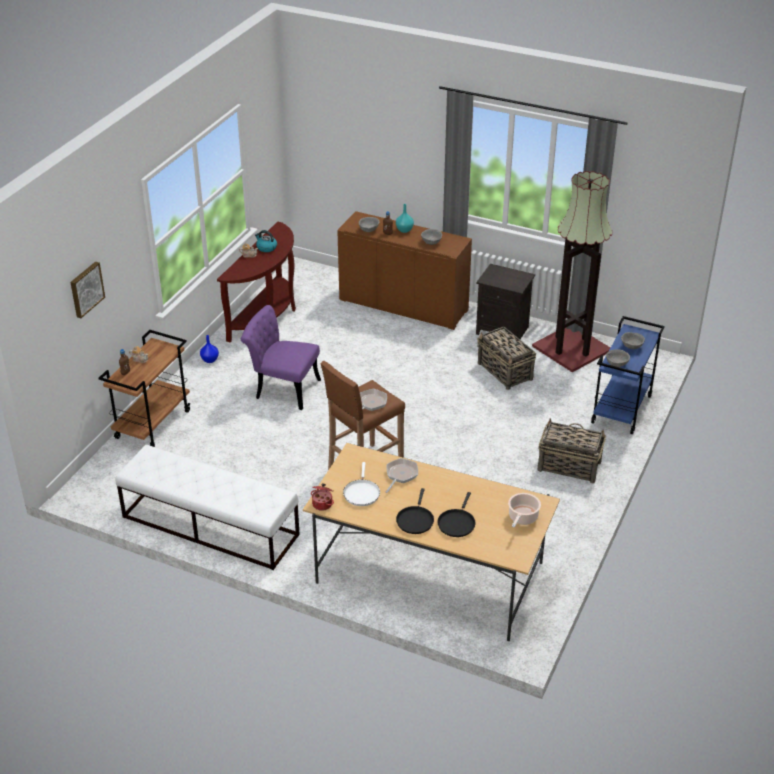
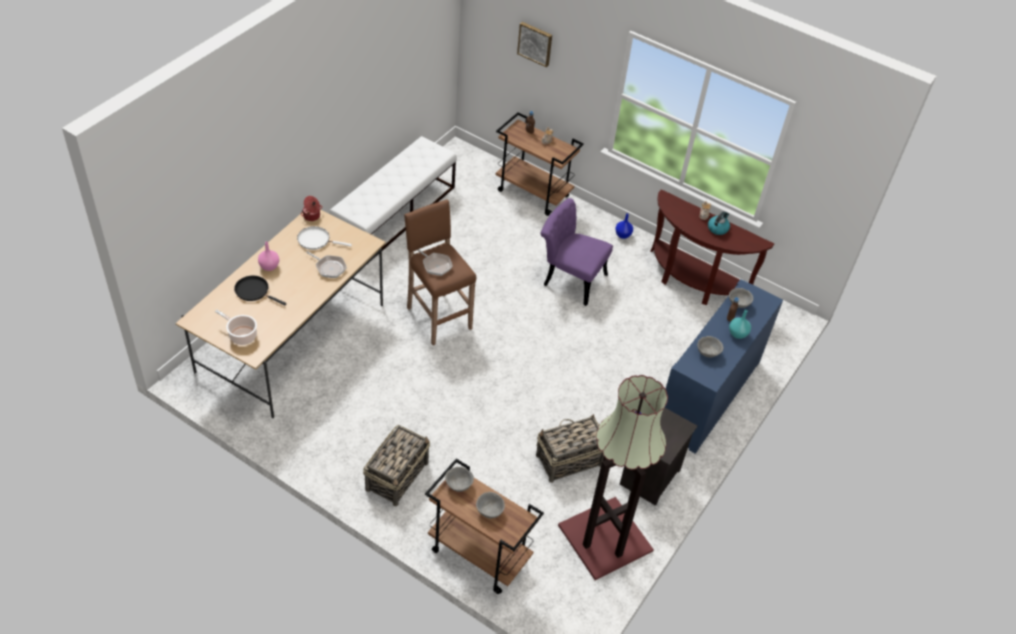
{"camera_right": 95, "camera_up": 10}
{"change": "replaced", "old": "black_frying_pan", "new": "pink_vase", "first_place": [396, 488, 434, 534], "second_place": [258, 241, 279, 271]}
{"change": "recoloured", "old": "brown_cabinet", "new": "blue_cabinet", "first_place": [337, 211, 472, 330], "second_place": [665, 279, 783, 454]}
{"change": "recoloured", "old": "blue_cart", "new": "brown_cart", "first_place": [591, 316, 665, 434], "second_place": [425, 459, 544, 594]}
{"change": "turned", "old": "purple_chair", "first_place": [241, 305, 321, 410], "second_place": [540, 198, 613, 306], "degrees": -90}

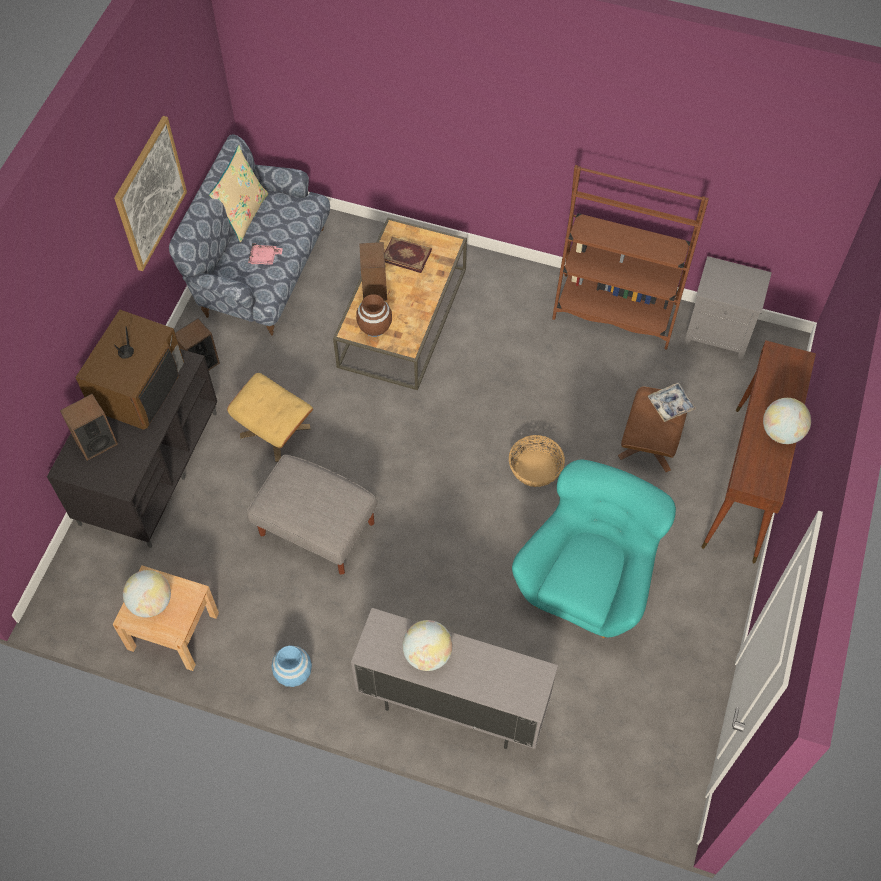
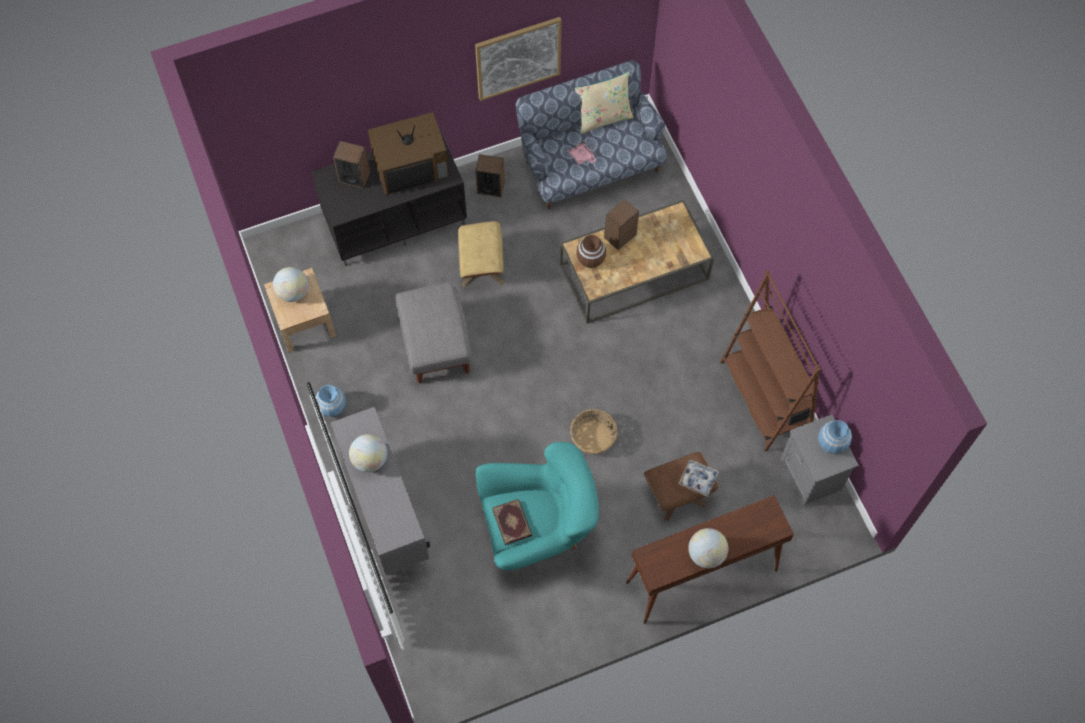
{"camera_right": 50, "camera_up": 5}
{"change": "added", "new": "blue_vase", "second_place": [818, 420, 852, 454]}
{"change": "moved", "old": "book", "first_place": [384, 237, 432, 273], "second_place": [492, 499, 532, 545]}

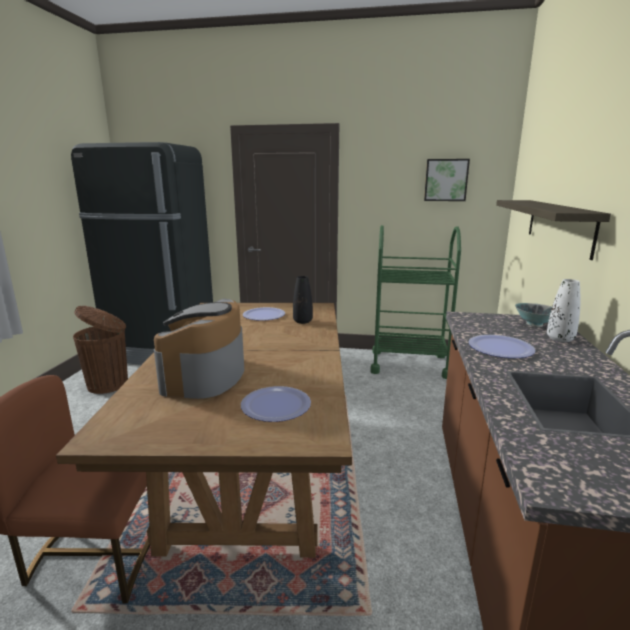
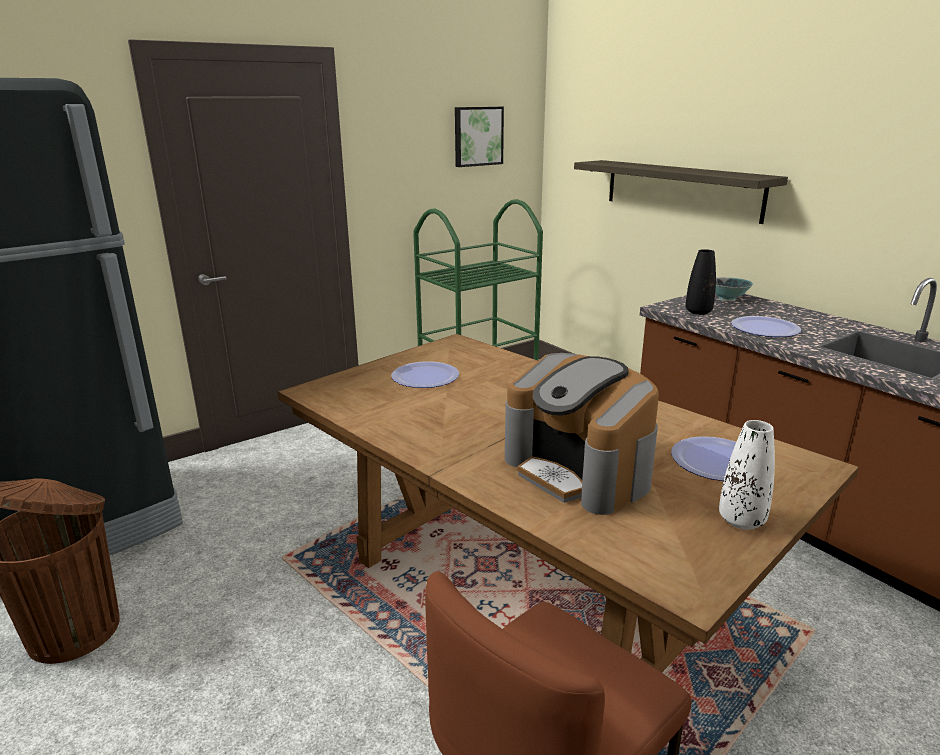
{"camera_right": -45, "camera_up": 5}
{"change": "moved", "old": "black_vase", "first_place": [293, 276, 313, 324], "second_place": [685, 249, 716, 315]}
{"change": "moved", "old": "white_vase", "first_place": [547, 279, 580, 342], "second_place": [719, 420, 775, 530]}

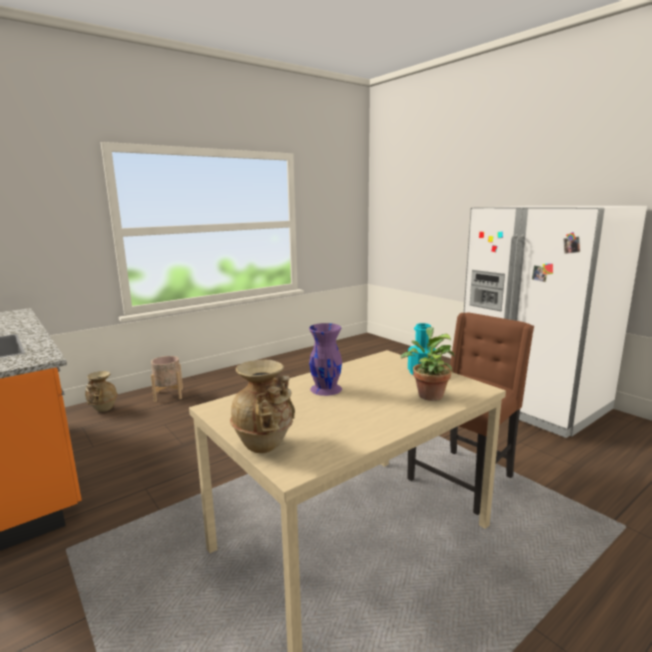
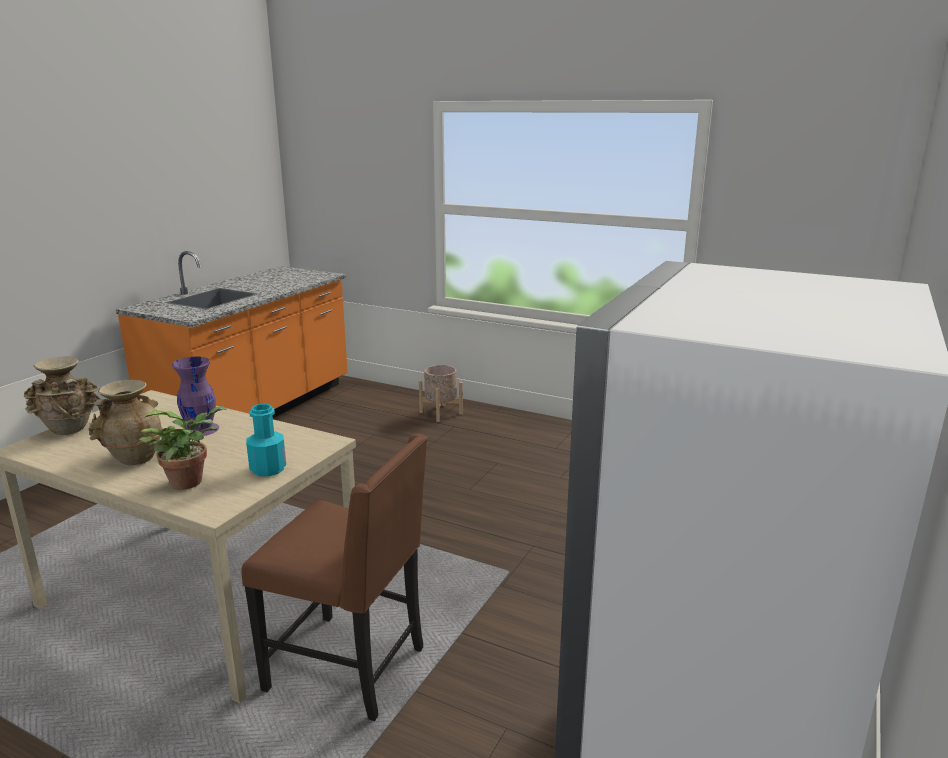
{"camera_right": 65, "camera_up": 5}
{"change": "moved", "old": "beige_vase", "first_place": [85, 371, 118, 412], "second_place": [89, 380, 163, 465]}

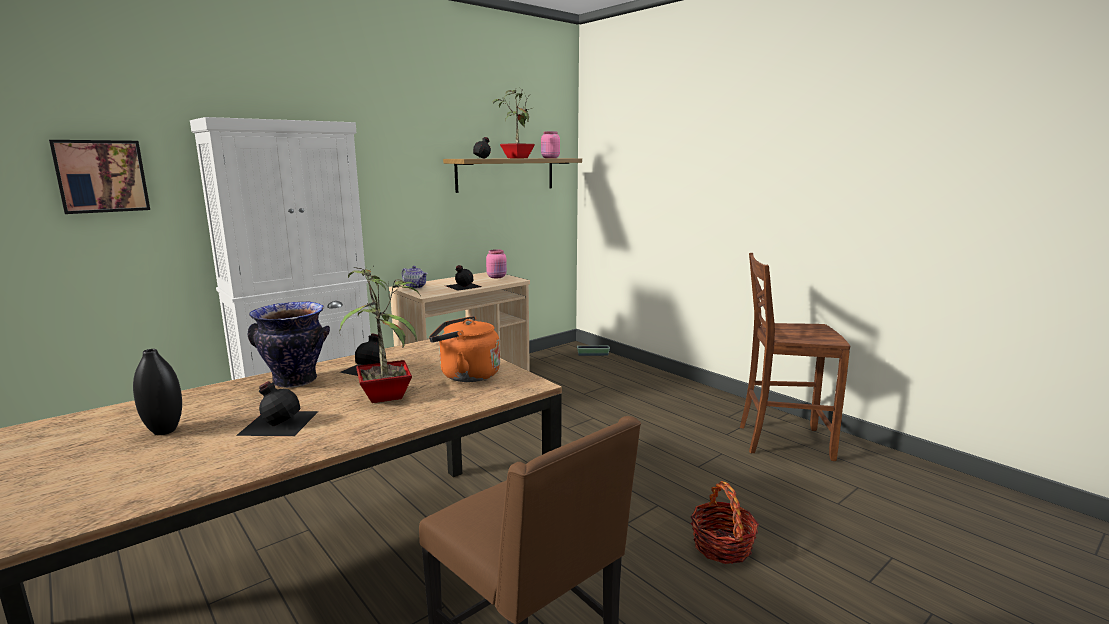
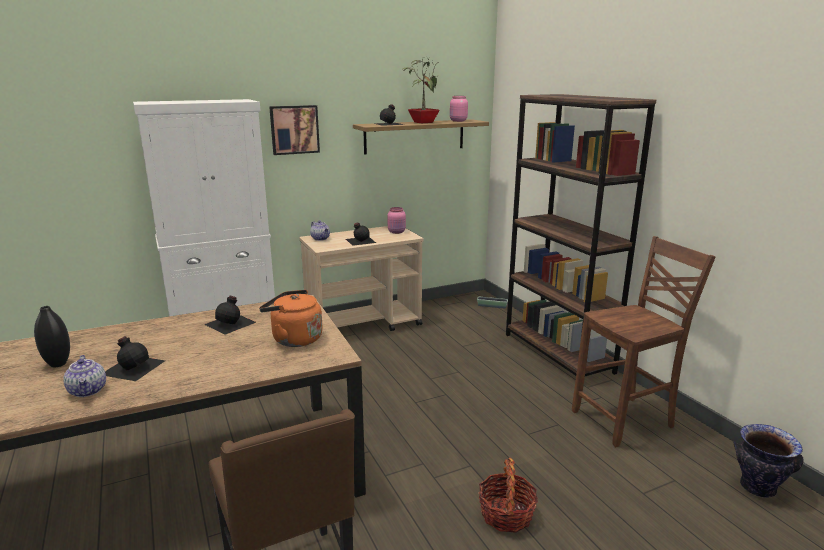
{"camera_right": 15, "camera_up": 5}
{"change": "removed", "old": "potted_plant", "first_place": [340, 267, 421, 403]}
{"change": "added", "new": "teapot", "second_place": [63, 355, 106, 397]}
{"change": "added", "new": "brown_bookcase", "second_place": [506, 94, 656, 376]}
{"change": "moved", "old": "picture", "first_place": [49, 140, 150, 214], "second_place": [269, 105, 320, 155]}
{"change": "moved", "old": "vase", "first_place": [248, 302, 330, 388], "second_place": [733, 424, 804, 498]}
{"change": "turned", "old": "brown_chair", "first_place": [740, 253, 850, 461], "second_place": [572, 236, 715, 447], "degrees": 135}

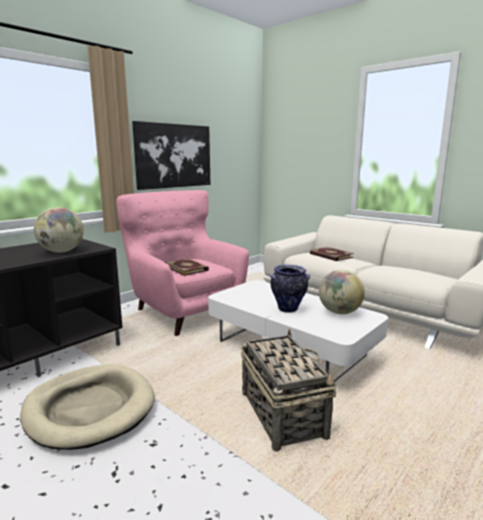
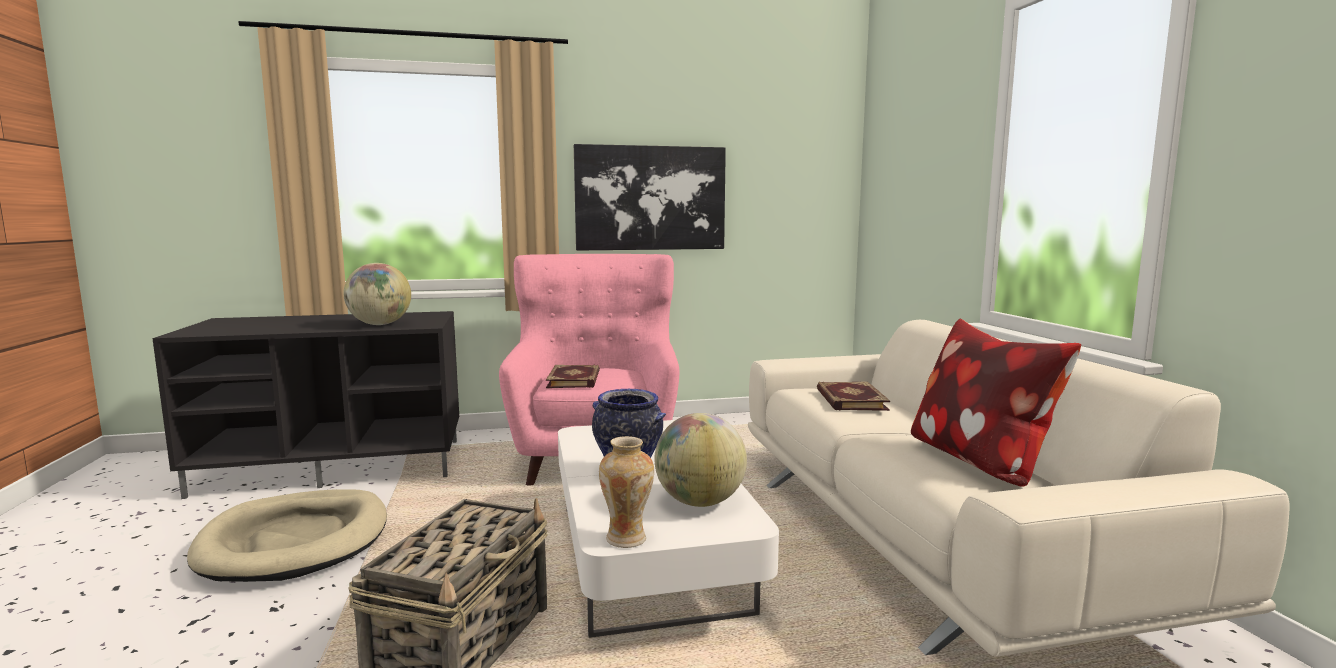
{"camera_right": 35, "camera_up": -5}
{"change": "added", "new": "vase", "second_place": [599, 436, 654, 548]}
{"change": "added", "new": "pillow", "second_place": [911, 319, 1081, 487]}

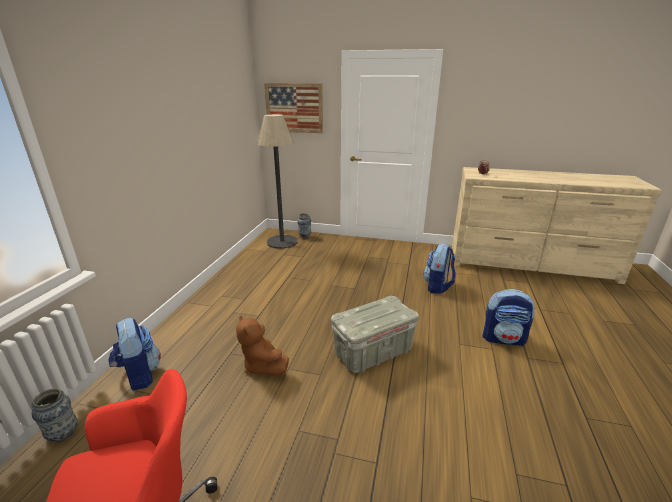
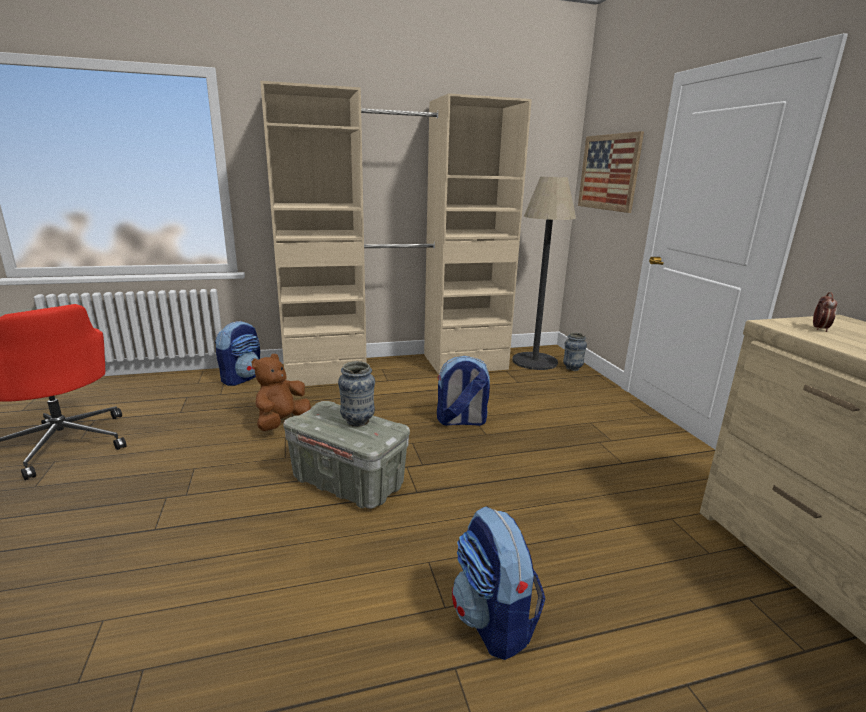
{"camera_right": 60, "camera_up": -5}
{"change": "added", "new": "beige_wardrobe", "second_place": [260, 81, 532, 386]}
{"change": "moved", "old": "vase", "first_place": [31, 388, 77, 442], "second_place": [338, 361, 375, 427]}
{"change": "moved", "old": "backpack", "first_place": [423, 244, 455, 294], "second_place": [437, 356, 490, 426]}

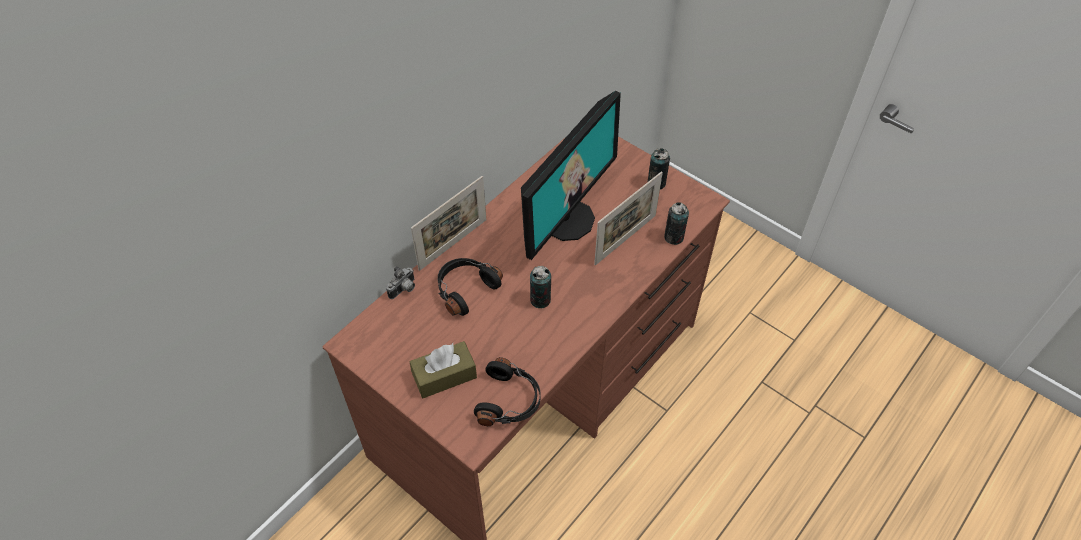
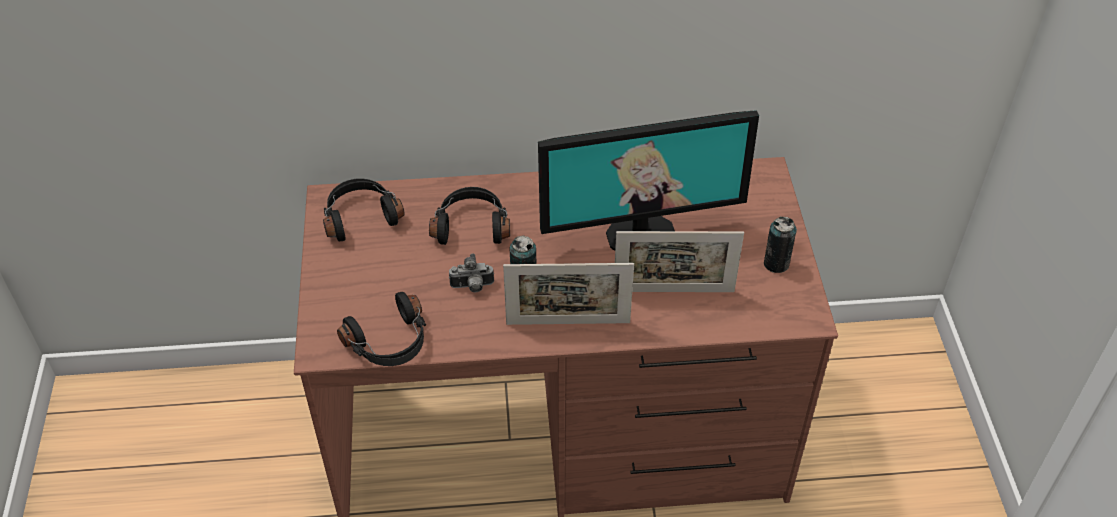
{"camera_right": 45, "camera_up": -5}
{"change": "removed", "old": "brown_tissue_box", "first_place": [410, 341, 477, 398]}
{"change": "removed", "old": "can", "first_place": [664, 202, 689, 245]}
{"change": "added", "new": "black_headphones", "second_place": [323, 178, 405, 241]}
{"change": "moved", "old": "photo_camera", "first_place": [386, 266, 415, 299], "second_place": [449, 254, 494, 292]}
{"change": "moved", "old": "picture_frame", "first_place": [411, 176, 486, 271], "second_place": [503, 263, 634, 325]}

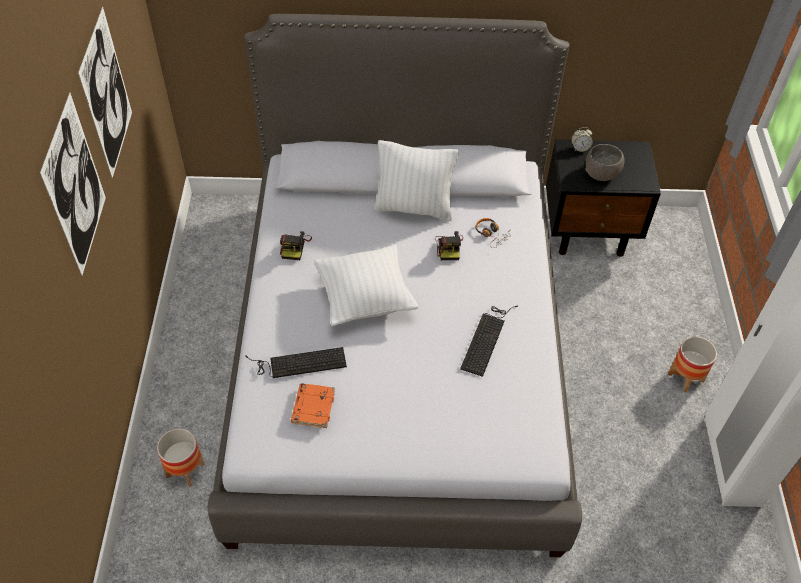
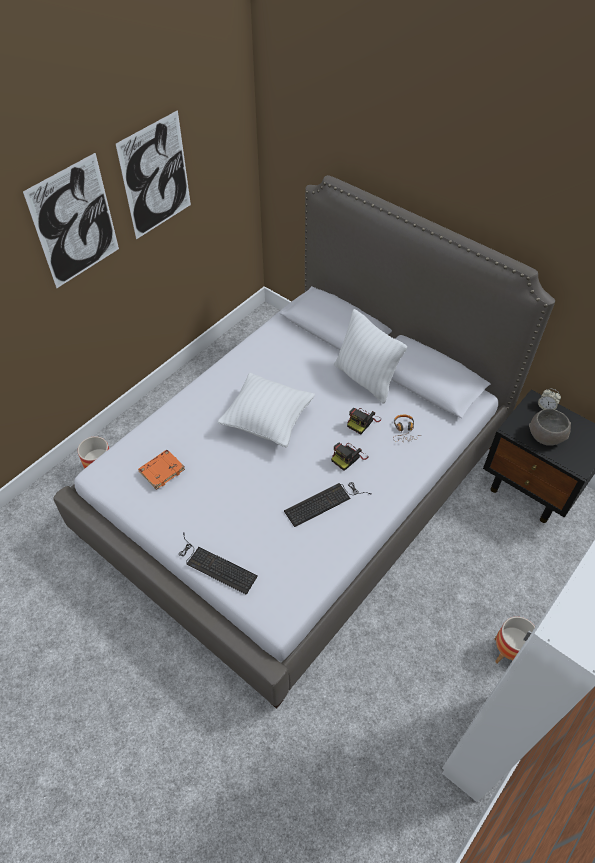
{"camera_right": 40, "camera_up": 0}
{"change": "moved", "old": "keyboard", "first_place": [246, 347, 347, 378], "second_place": [179, 532, 258, 595]}
{"change": "moved", "old": "photo_camera", "first_place": [280, 231, 312, 260], "second_place": [331, 443, 368, 471]}

